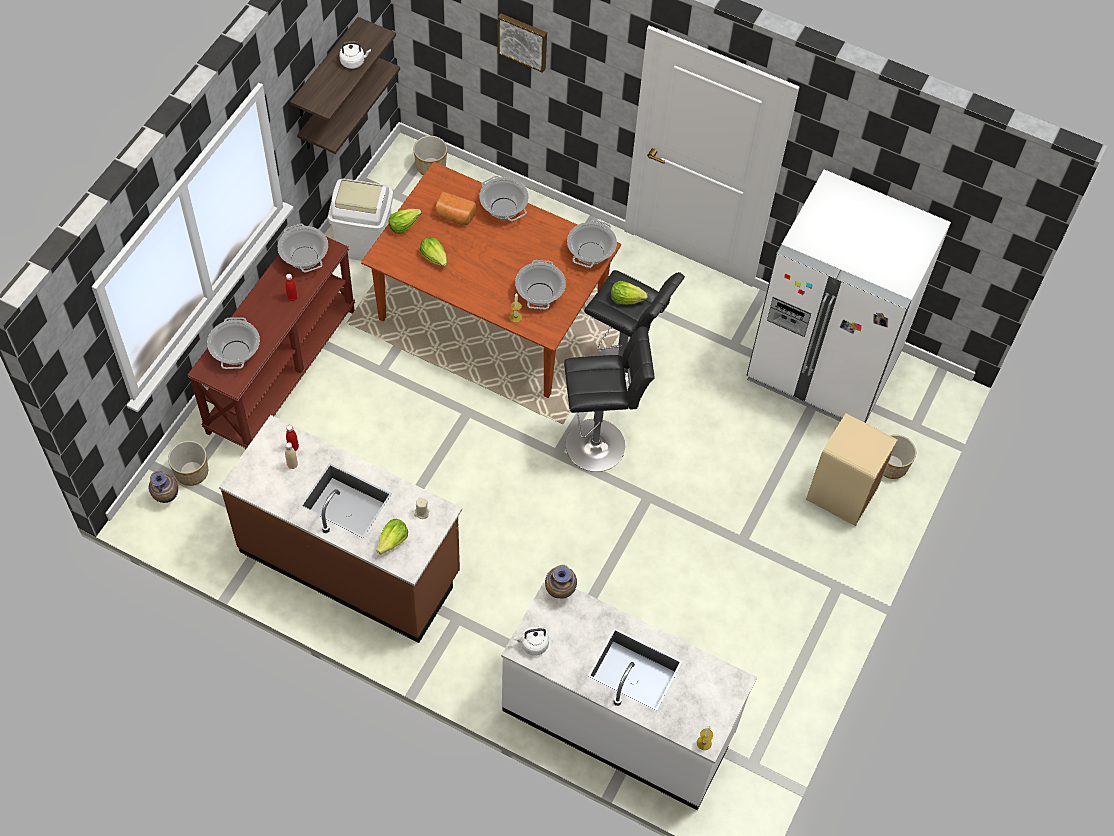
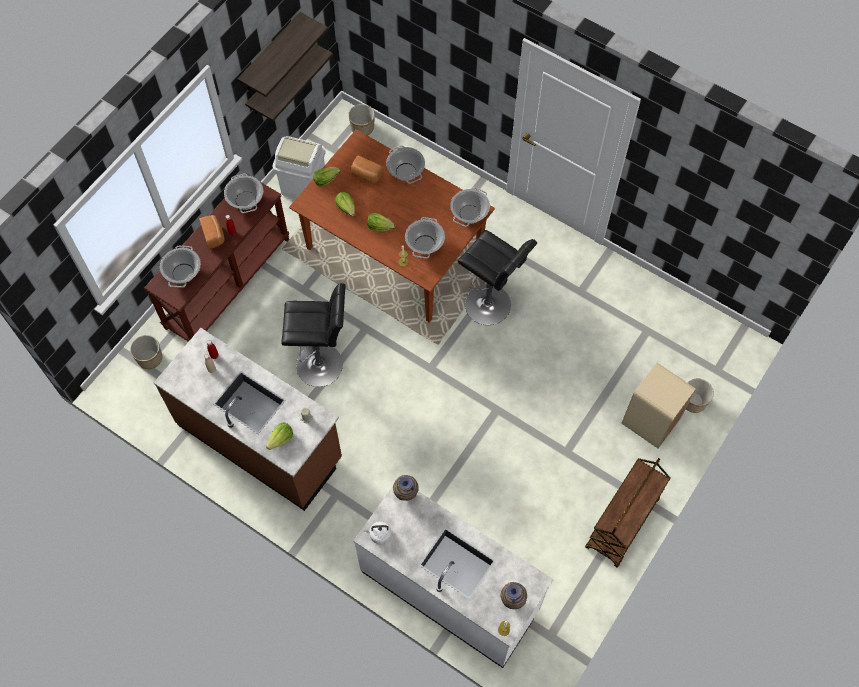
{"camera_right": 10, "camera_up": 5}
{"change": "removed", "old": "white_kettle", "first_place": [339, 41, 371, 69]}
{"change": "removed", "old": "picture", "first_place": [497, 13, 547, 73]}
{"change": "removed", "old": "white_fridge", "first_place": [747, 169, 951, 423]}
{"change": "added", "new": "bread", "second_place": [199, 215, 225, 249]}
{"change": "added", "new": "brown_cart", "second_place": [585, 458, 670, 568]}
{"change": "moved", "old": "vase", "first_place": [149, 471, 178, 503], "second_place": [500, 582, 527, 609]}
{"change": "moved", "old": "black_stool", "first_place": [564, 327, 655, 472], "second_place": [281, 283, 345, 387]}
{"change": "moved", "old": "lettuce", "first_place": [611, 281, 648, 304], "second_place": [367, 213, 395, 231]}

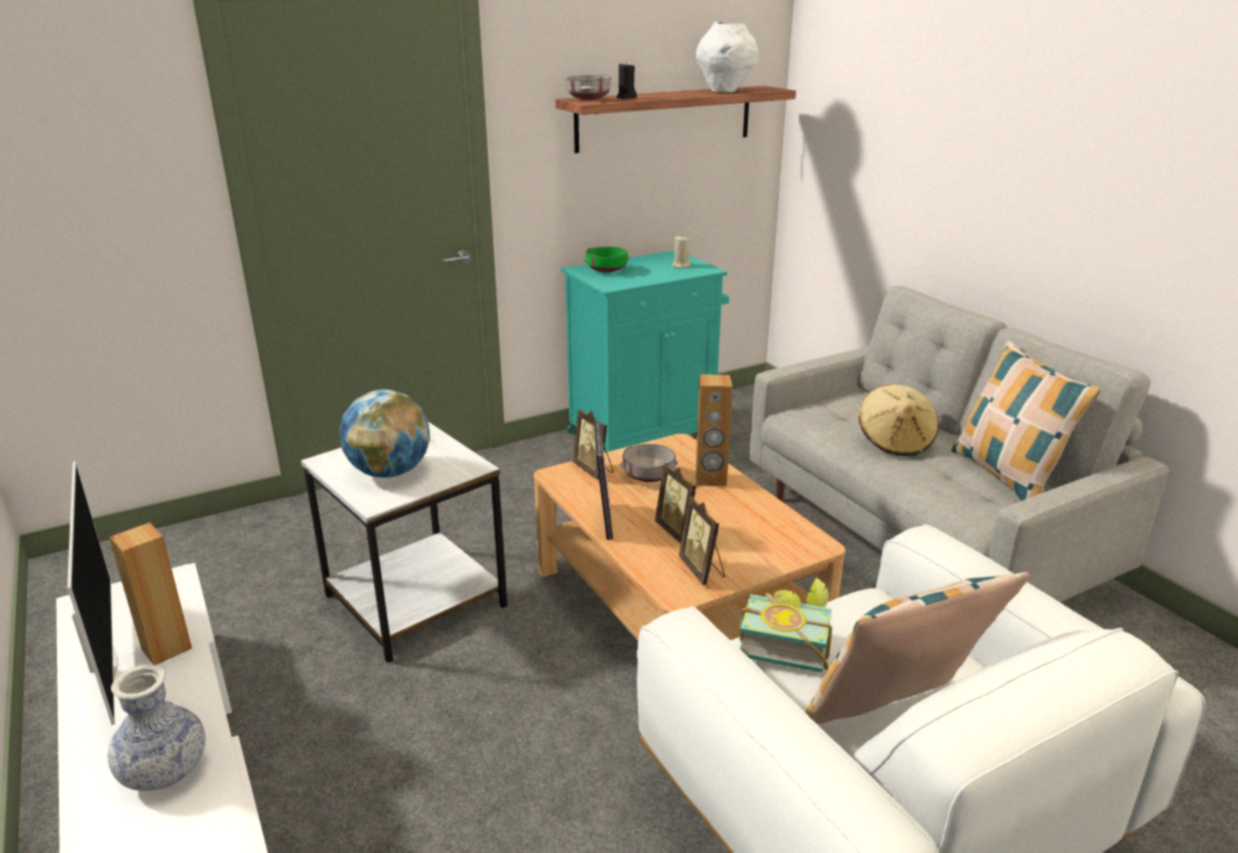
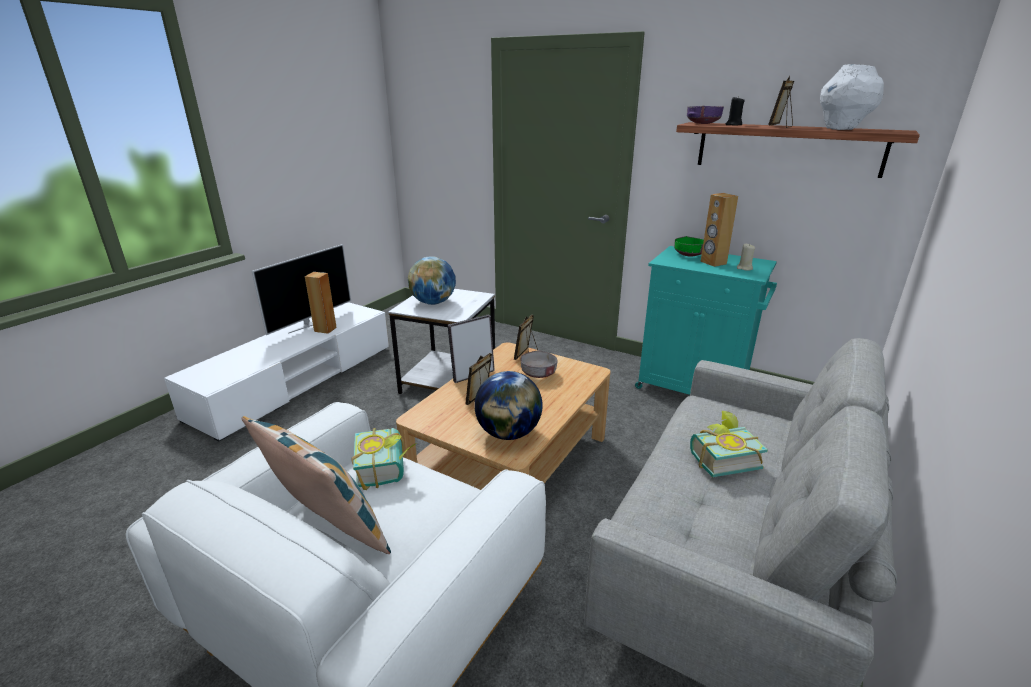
{"camera_right": 60, "camera_up": 0}
{"change": "removed", "old": "vase", "first_place": [107, 664, 206, 791]}
{"change": "removed", "old": "pillow", "first_place": [951, 340, 1101, 501]}
{"change": "added", "new": "globe", "second_place": [474, 371, 543, 440]}
{"change": "moved", "old": "picture_frame", "first_place": [678, 496, 725, 585], "second_place": [768, 76, 794, 128]}
{"change": "moved", "old": "brown_speaker", "first_place": [696, 374, 733, 486], "second_place": [700, 193, 738, 267]}
{"change": "replaced", "old": "beige_hat", "new": "book", "first_place": [859, 385, 939, 456], "second_place": [690, 411, 768, 477]}
{"change": "recoloured", "old": "grey_bowl", "new": "purple_bowl", "first_place": [566, 75, 611, 100], "second_place": [687, 106, 724, 124]}

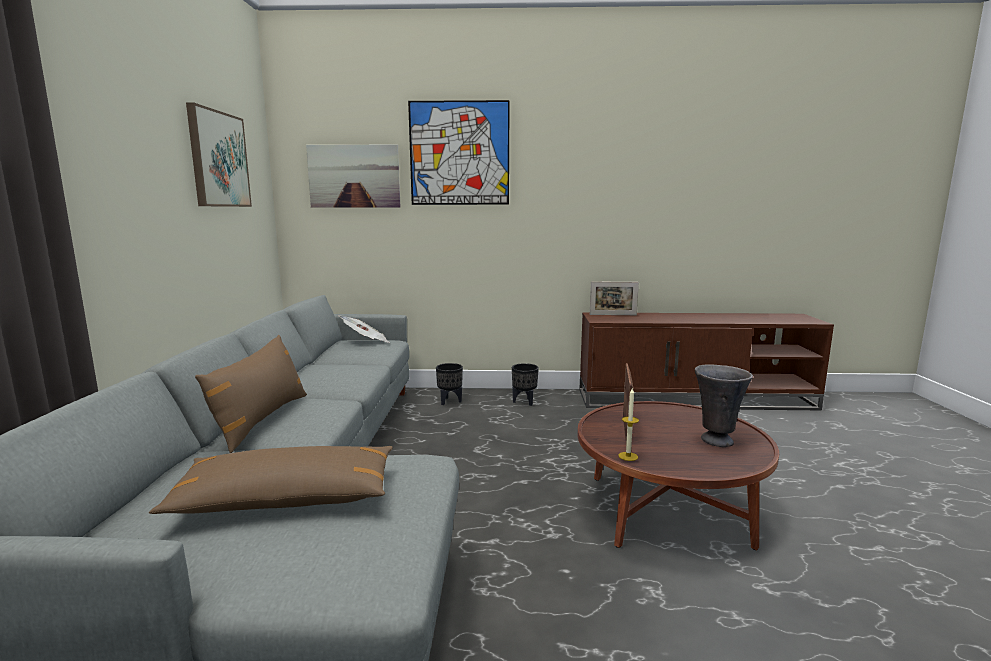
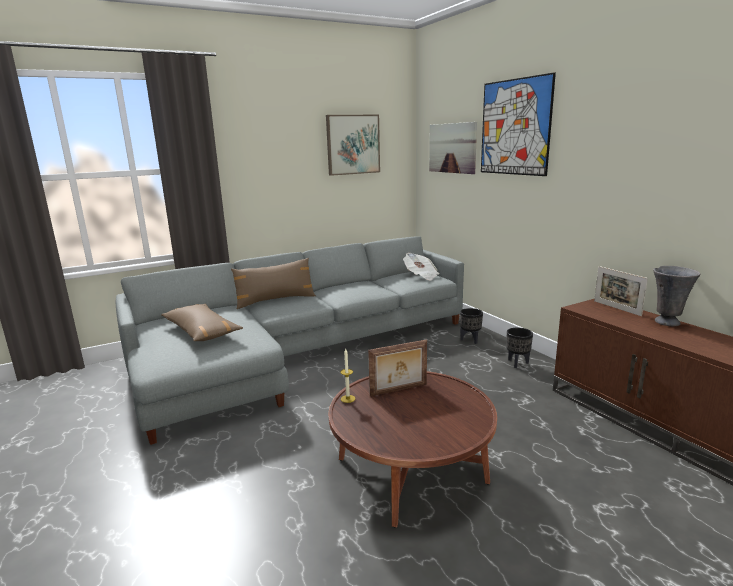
{"camera_right": 60, "camera_up": 5}
{"change": "moved", "old": "grey_vase", "first_place": [695, 364, 753, 447], "second_place": [653, 266, 700, 326]}

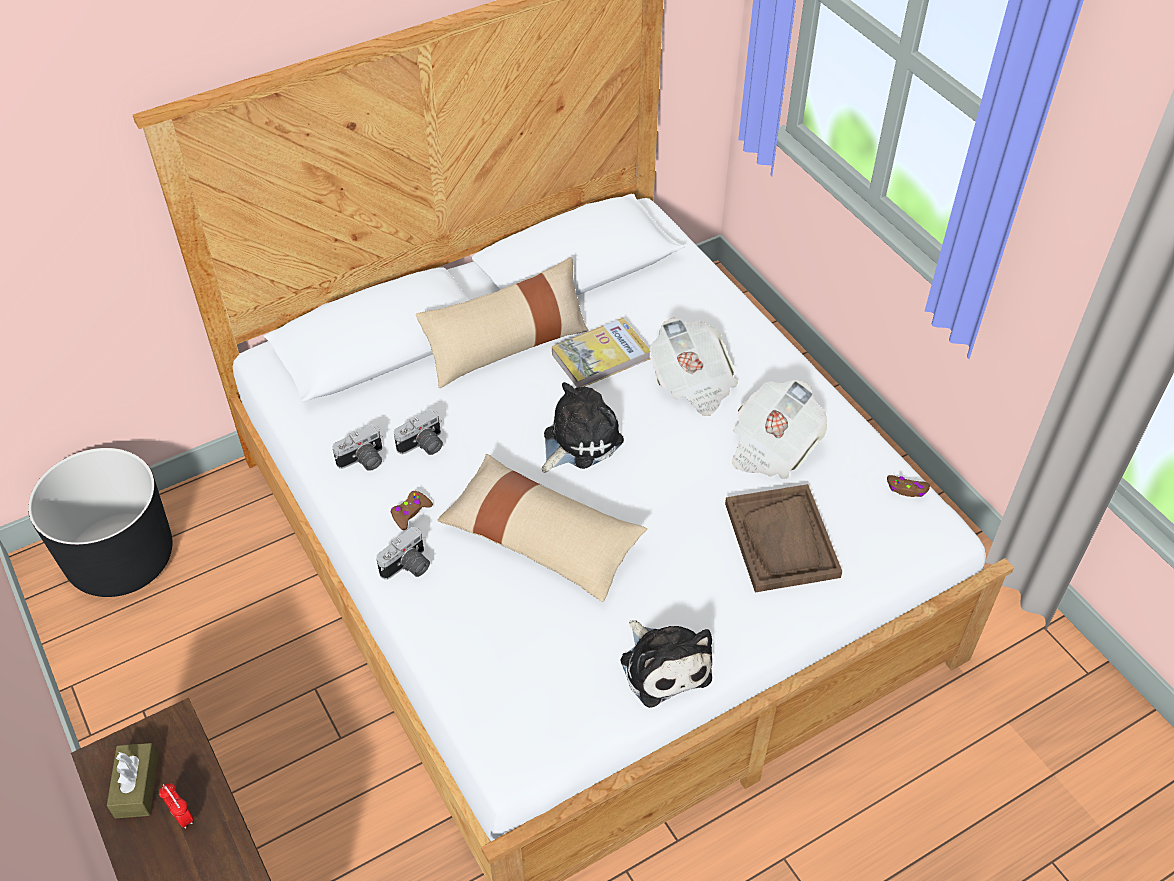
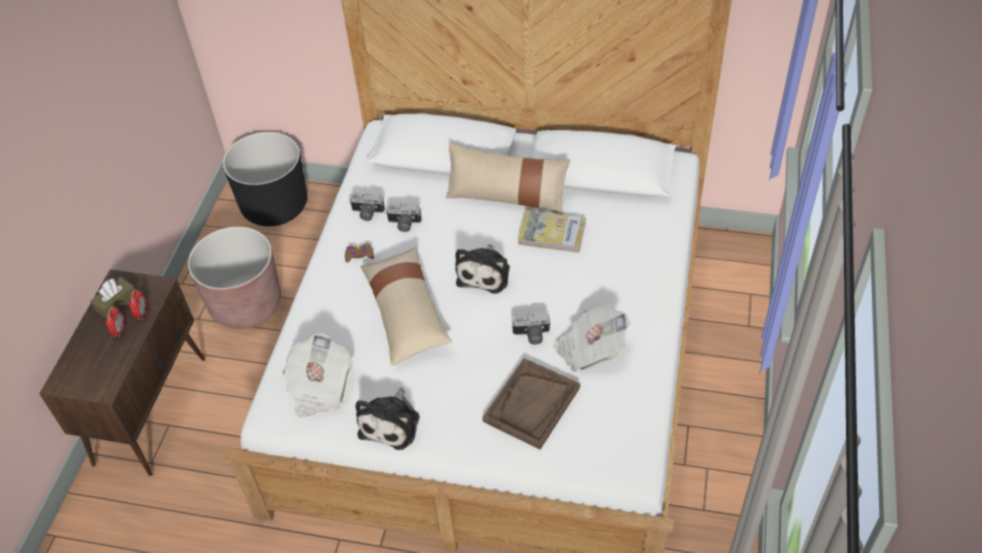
{"camera_right": 45, "camera_up": 0}
{"change": "removed", "old": "brown_game_controller", "first_place": [887, 475, 930, 497]}
{"change": "added", "new": "alarm_clock", "second_place": [129, 289, 146, 320]}
{"change": "added", "new": "brown_planter", "second_place": [188, 227, 281, 329]}
{"change": "moved", "old": "photo_camera", "first_place": [376, 527, 430, 580], "second_place": [511, 312, 551, 345]}
{"change": "moved", "old": "newspaper", "first_place": [650, 318, 738, 416], "second_place": [283, 333, 353, 417]}
{"change": "turned", "old": "plush_toy", "first_place": [542, 382, 624, 473], "second_place": [455, 244, 510, 294], "degrees": 105}

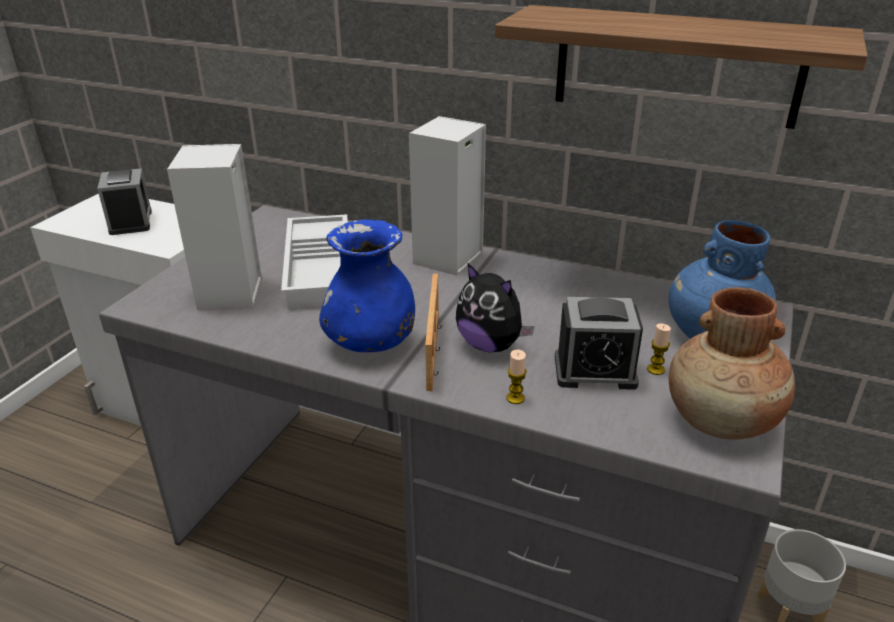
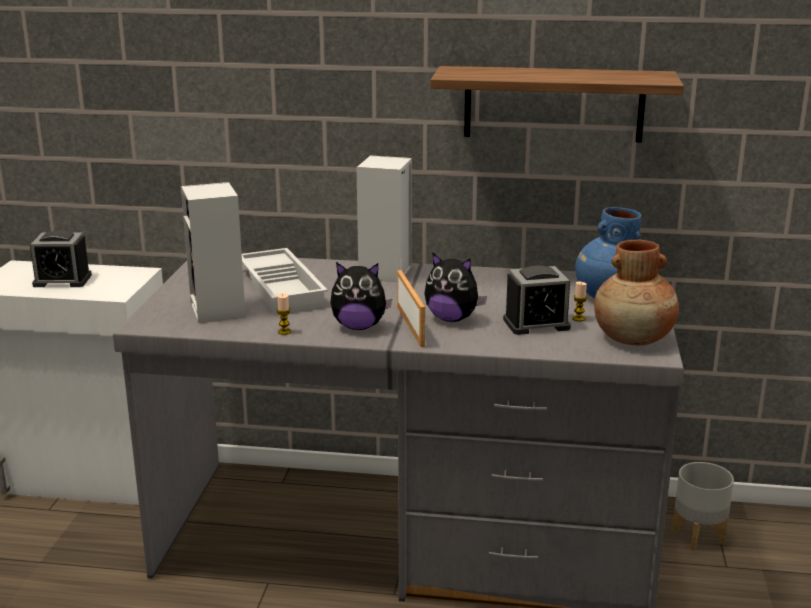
{"camera_right": -15, "camera_up": -10}
{"change": "moved", "old": "candle", "first_place": [507, 350, 527, 404], "second_place": [277, 293, 291, 335]}
{"change": "replaced", "old": "blue_vase", "new": "plush_toy", "first_place": [319, 220, 415, 352], "second_place": [330, 262, 392, 330]}
{"change": "turned", "old": "alarm_clock", "first_place": [97, 168, 152, 235], "second_place": [30, 230, 92, 287], "degrees": 120}

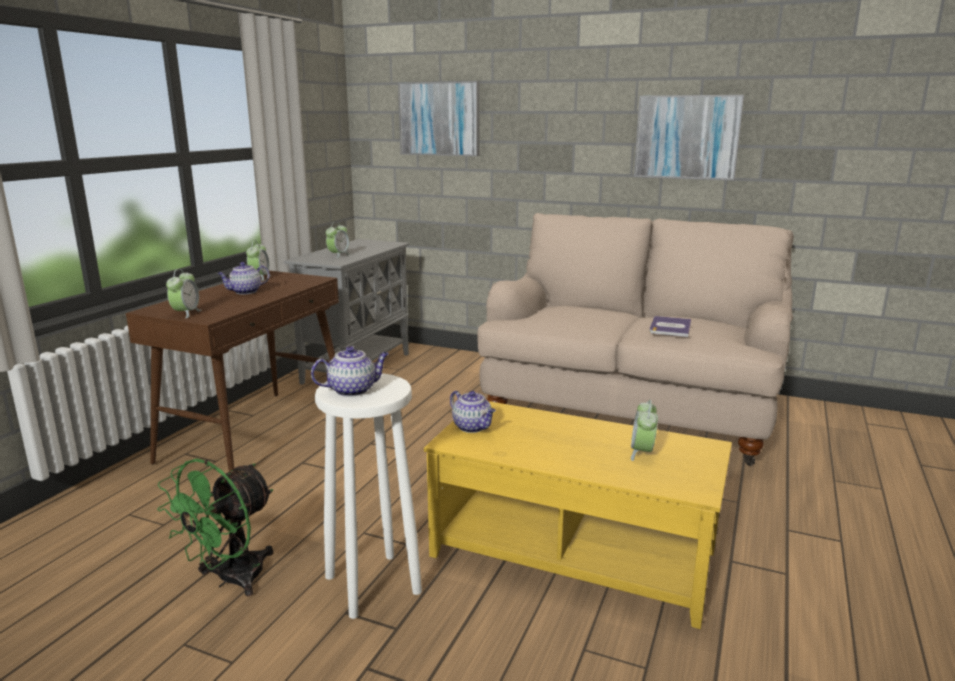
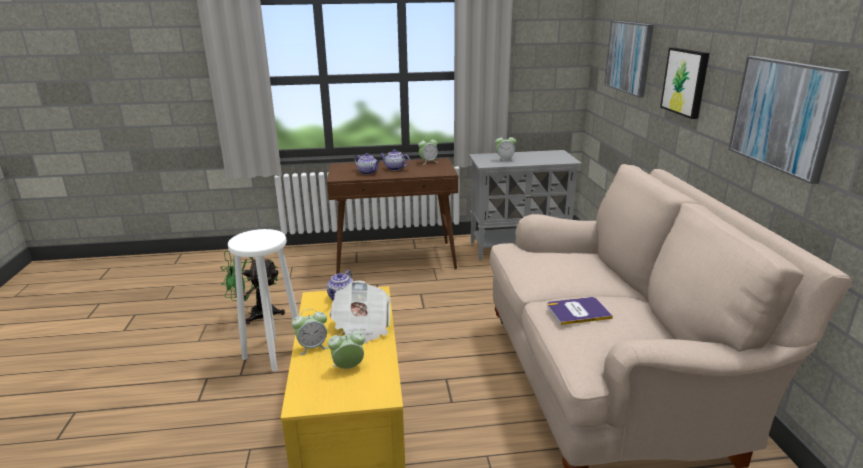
{"camera_right": 60, "camera_up": 5}
{"change": "added", "new": "newspaper", "second_place": [329, 280, 391, 344]}
{"change": "added", "new": "picture", "second_place": [660, 47, 709, 119]}
{"change": "moved", "old": "alarm_clock", "first_place": [166, 269, 201, 318], "second_place": [292, 309, 329, 355]}
{"change": "moved", "old": "teapot", "first_place": [311, 346, 389, 397], "second_place": [354, 153, 380, 175]}

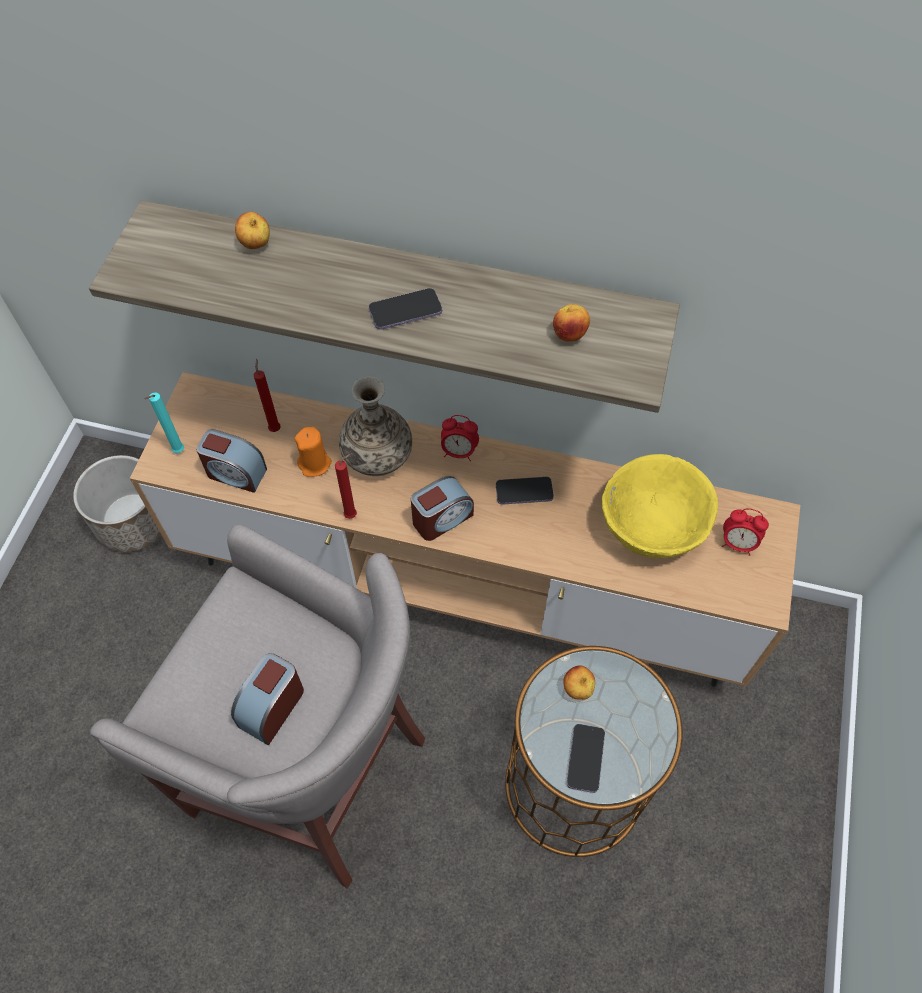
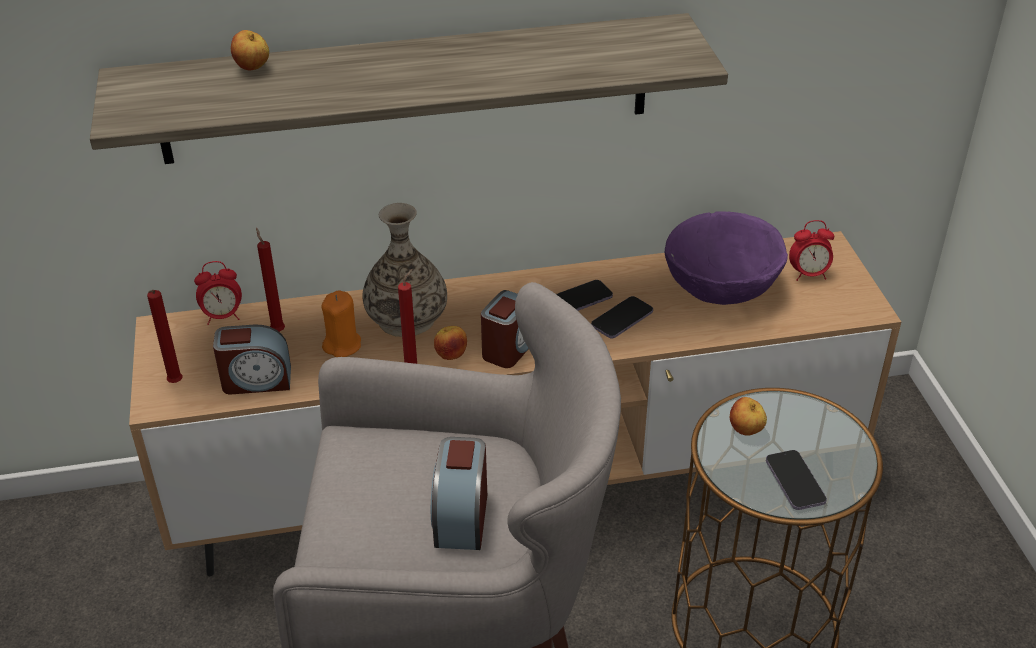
{"camera_right": -25, "camera_up": -20}
{"change": "removed", "old": "planter", "first_place": [73, 455, 161, 552]}
{"change": "moved", "old": "phone", "first_place": [369, 288, 442, 330], "second_place": [591, 296, 653, 338]}
{"change": "moved", "old": "alarm_clock", "first_place": [441, 415, 479, 461], "second_place": [194, 261, 242, 325]}
{"change": "moved", "old": "apple", "first_place": [553, 304, 590, 342], "second_place": [434, 326, 467, 360]}
{"change": "recoloured", "old": "turquoise_candle", "new": "red_candle", "first_place": [145, 392, 184, 453], "second_place": [147, 290, 182, 383]}
{"change": "recoloured", "old": "yellow_bowl", "new": "purple_bowl", "first_place": [602, 454, 718, 558], "second_place": [665, 211, 788, 305]}

